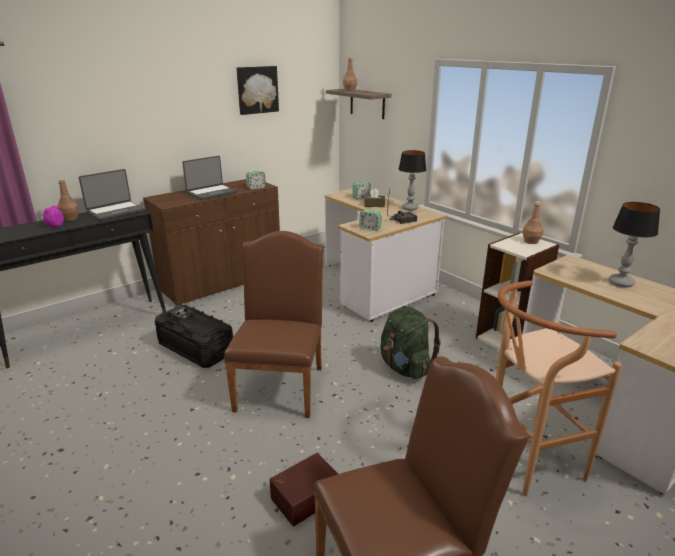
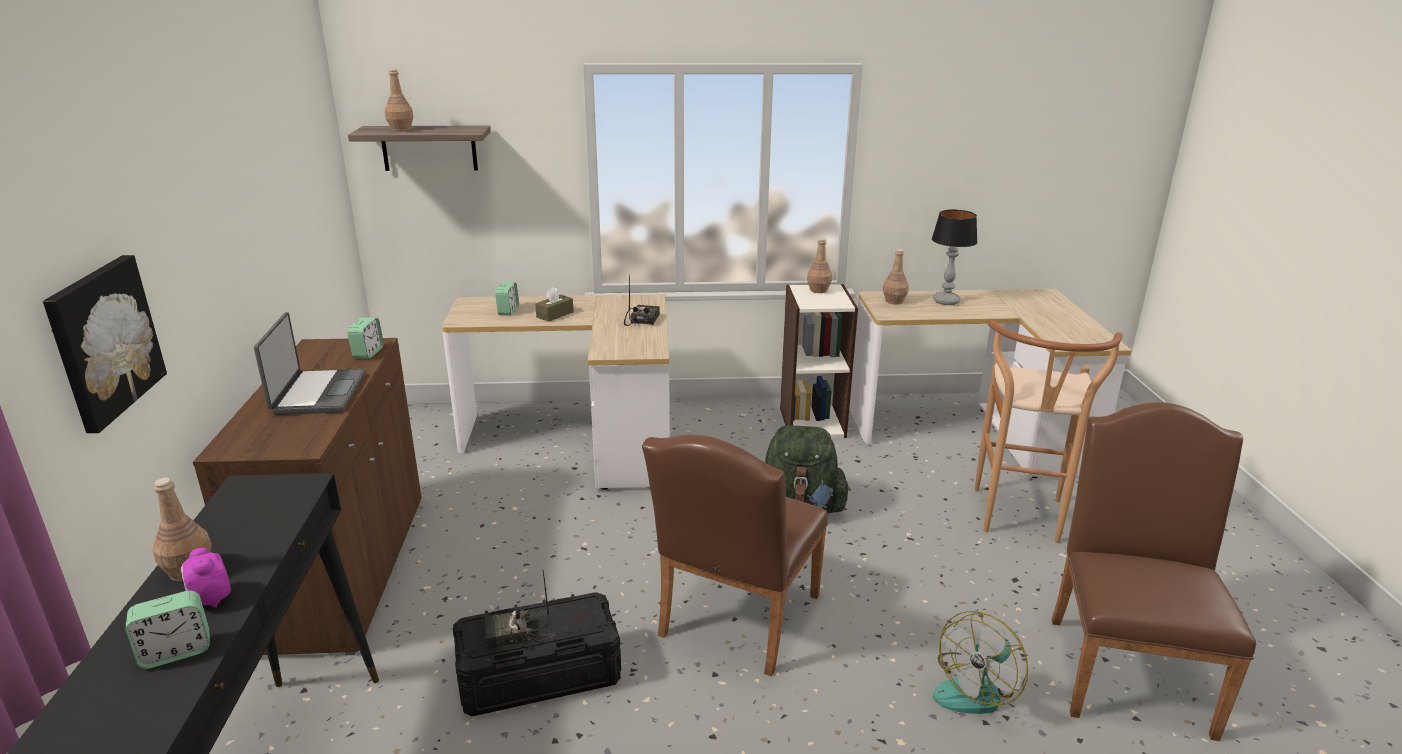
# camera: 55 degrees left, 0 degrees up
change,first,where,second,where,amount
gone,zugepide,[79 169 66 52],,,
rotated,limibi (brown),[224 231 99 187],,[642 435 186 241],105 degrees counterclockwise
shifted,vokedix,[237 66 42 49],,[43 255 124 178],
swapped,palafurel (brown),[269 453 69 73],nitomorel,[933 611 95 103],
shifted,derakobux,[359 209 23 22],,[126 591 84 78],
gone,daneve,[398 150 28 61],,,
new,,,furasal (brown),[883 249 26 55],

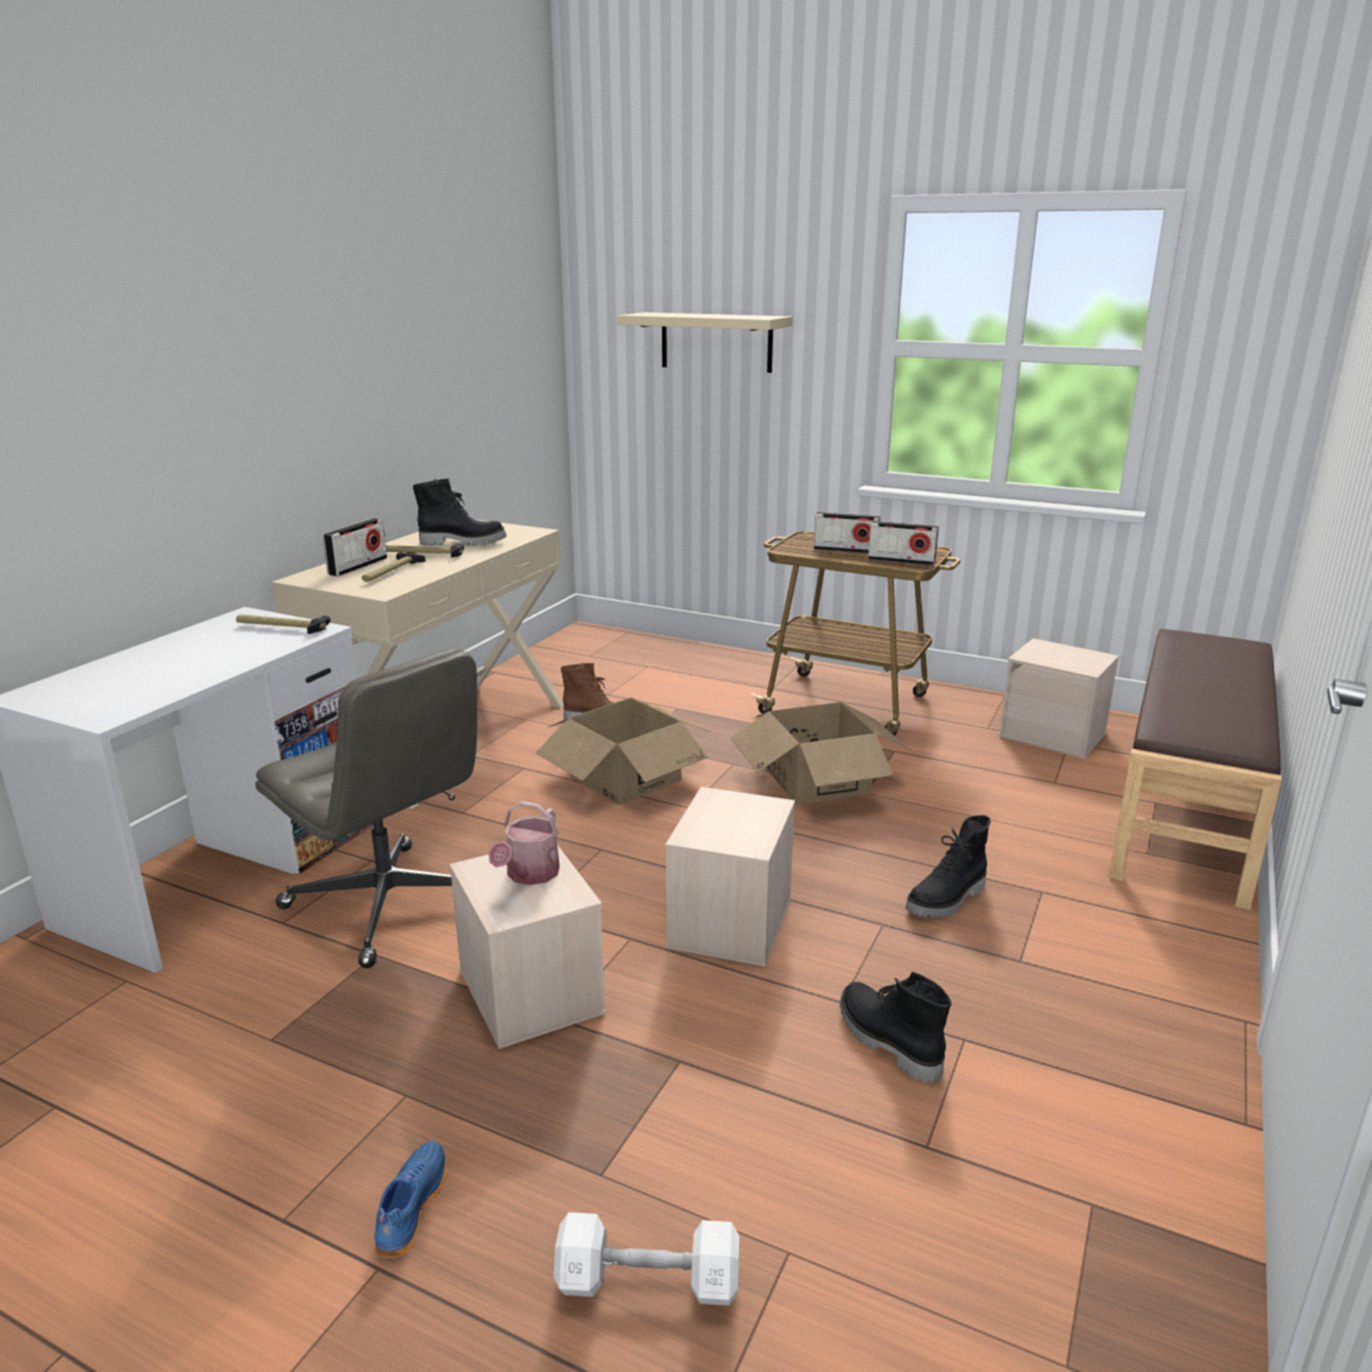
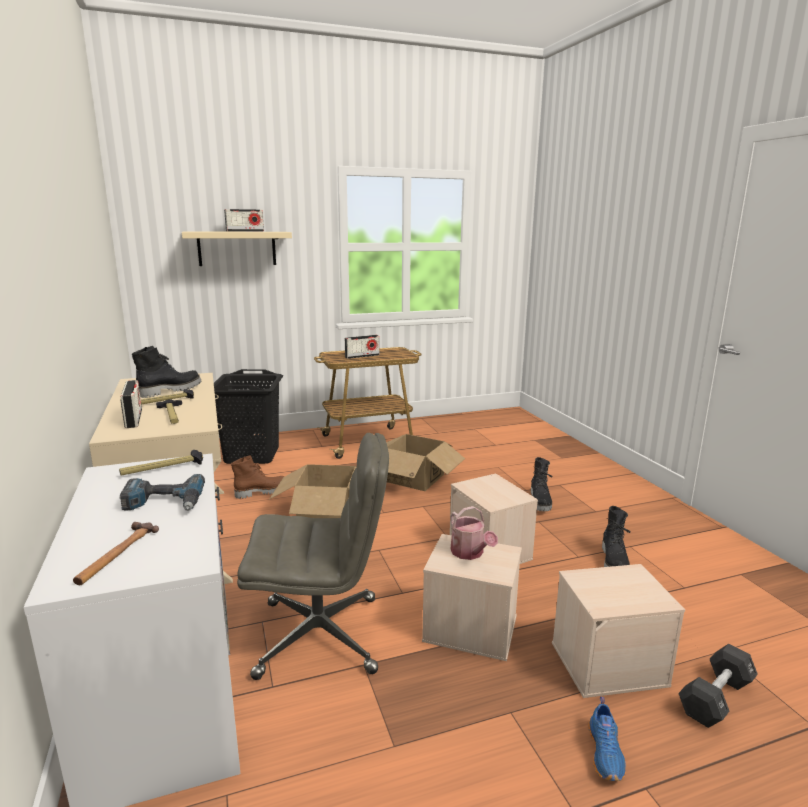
# camera: 45 degrees left, 5 degrees down
change,first,where,second,where,amount
rotated,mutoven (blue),[374 1141 72 117],,[588 697 38 84],135 degrees counterclockwise
repainted,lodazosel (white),[554 1212 185 94],lodazosel (black),[678 644 80 84],
rotated,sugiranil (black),[840 972 111 112],,[602 506 28 61],90 degrees counterclockwise
shifted,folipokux,[868 521 71 44],,[224 209 40 23],
shifted,palafurel (beige),[998 638 121 121],,[552 564 133 134],
gone,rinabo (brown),[1109 629 173 281],,,
new,,,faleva,[73 522 86 63],
new,,,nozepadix,[120 474 85 37],
new,,,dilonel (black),[214 369 69 95],

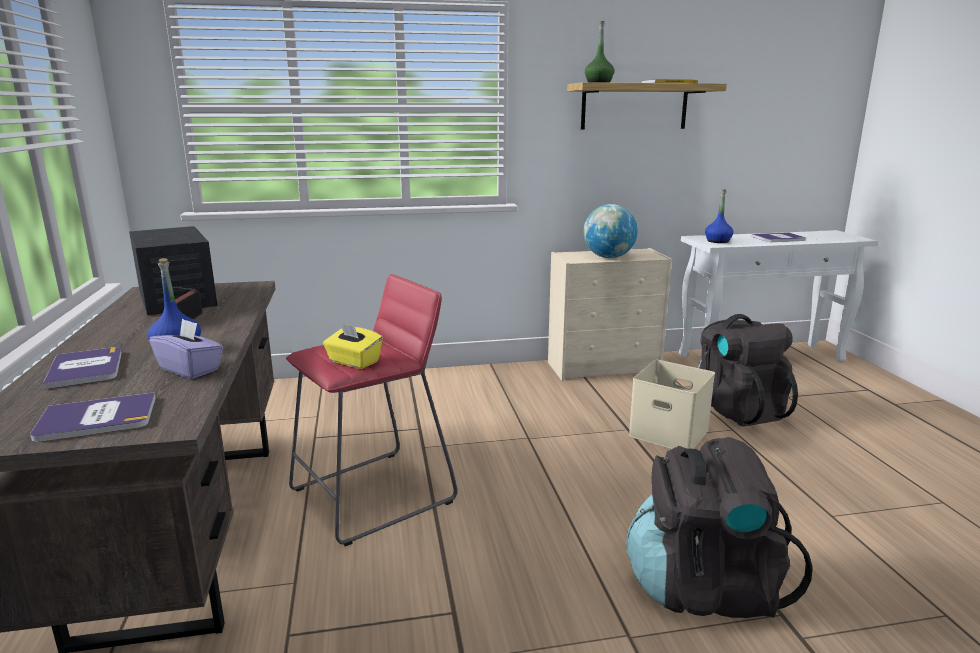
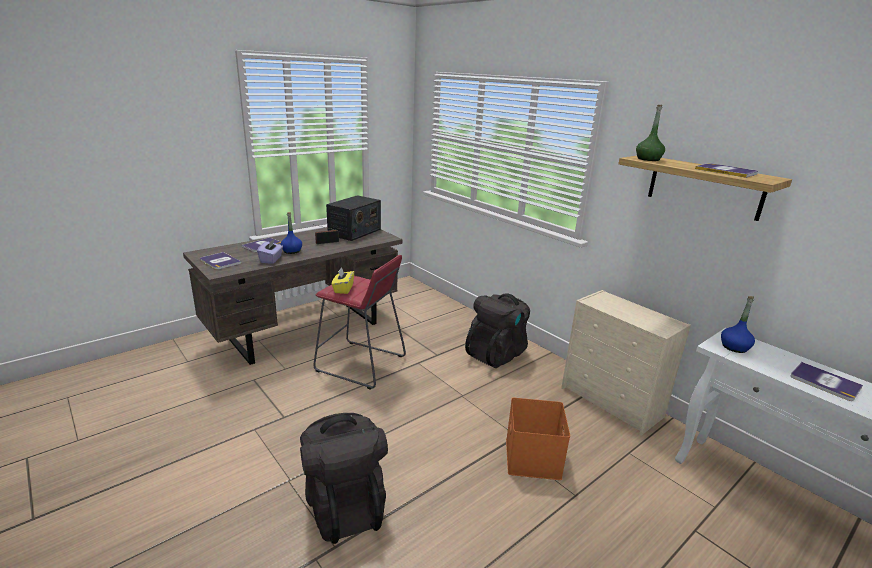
# camera: 60 degrees right, 5 degrees up
change,first,where,second,where,amount
gone,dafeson,[583 204 55 54],,,
repainted,palafurel (beige),[628 360 87 89],palafurel (orange),[506 398 64 82],
shifted,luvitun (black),[698 314 100 113],,[465 293 65 75],

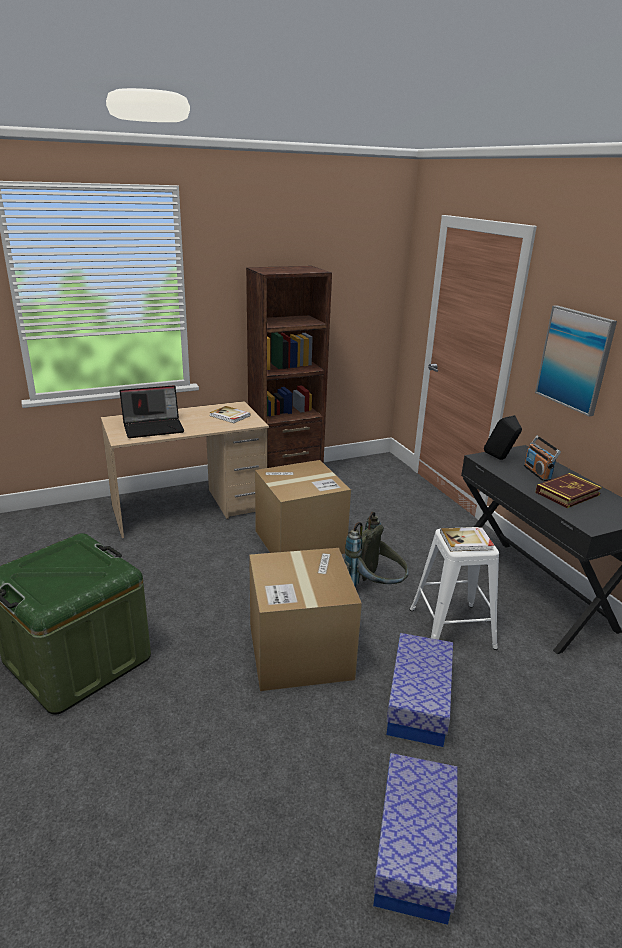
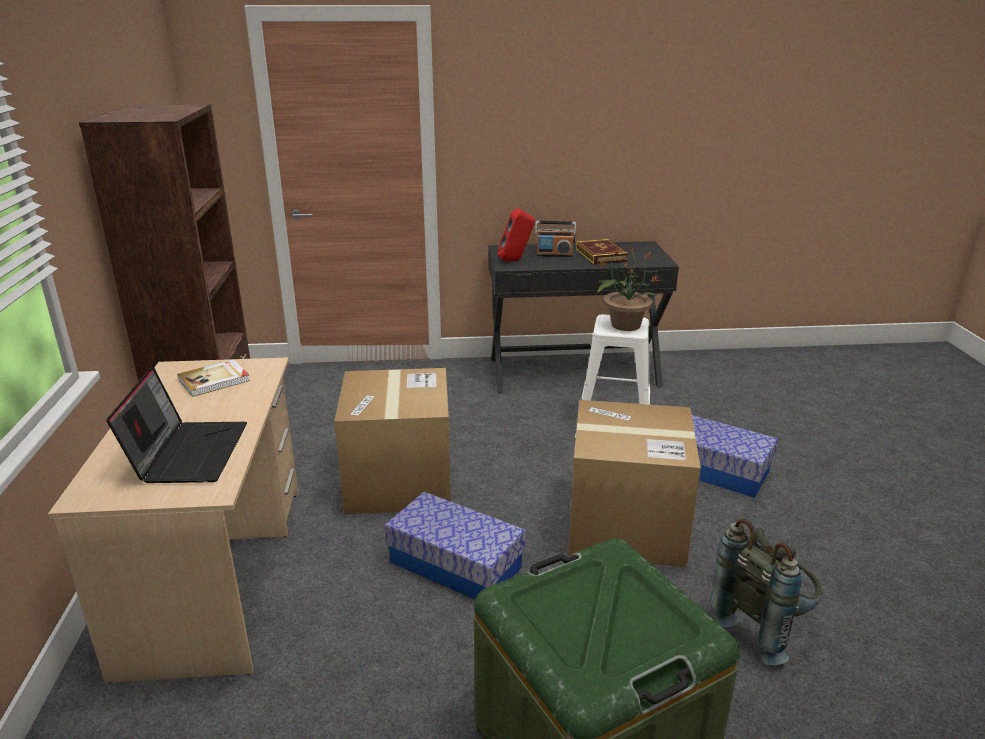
# camera: 70 degrees left, 0 degrees up
change,first,where,second,where,amount
shifted,luvitun (grey),[345 512 64 75],,[710 519 113 146],
shifted,palafurel,[373 753 85 172],,[384 492 142 107],
swapped,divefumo,[440 527 54 24],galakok,[597 246 64 85],
repainted,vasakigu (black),[484 415 38 45],vasakigu (red),[498 208 37 53],
gone,vokedix,[535 305 82 111],,,

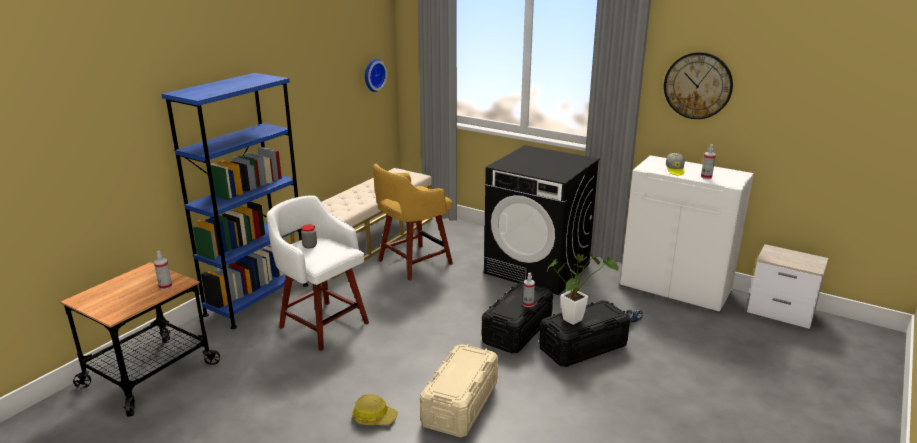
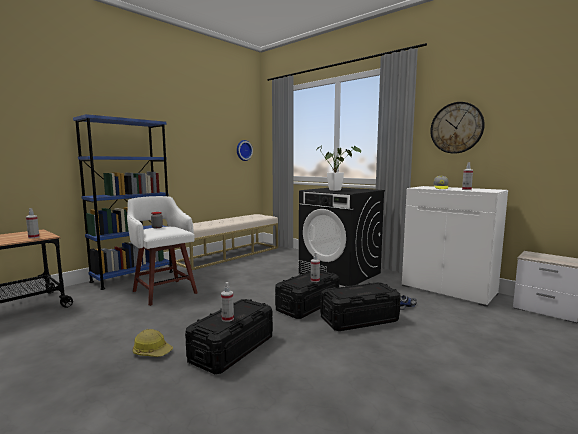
# camera: 10 degrees right, 15 degrees down
change,first,where,second,where,amount
gone,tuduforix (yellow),[373 164 80 117],,,
repainted,palafurel (beige),[420 344 78 93],palafurel (black),[185 299 88 75],
shifted,galakok,[547 253 72 72],,[317 146 44 45],
new,,,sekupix,[221 282 13 40],

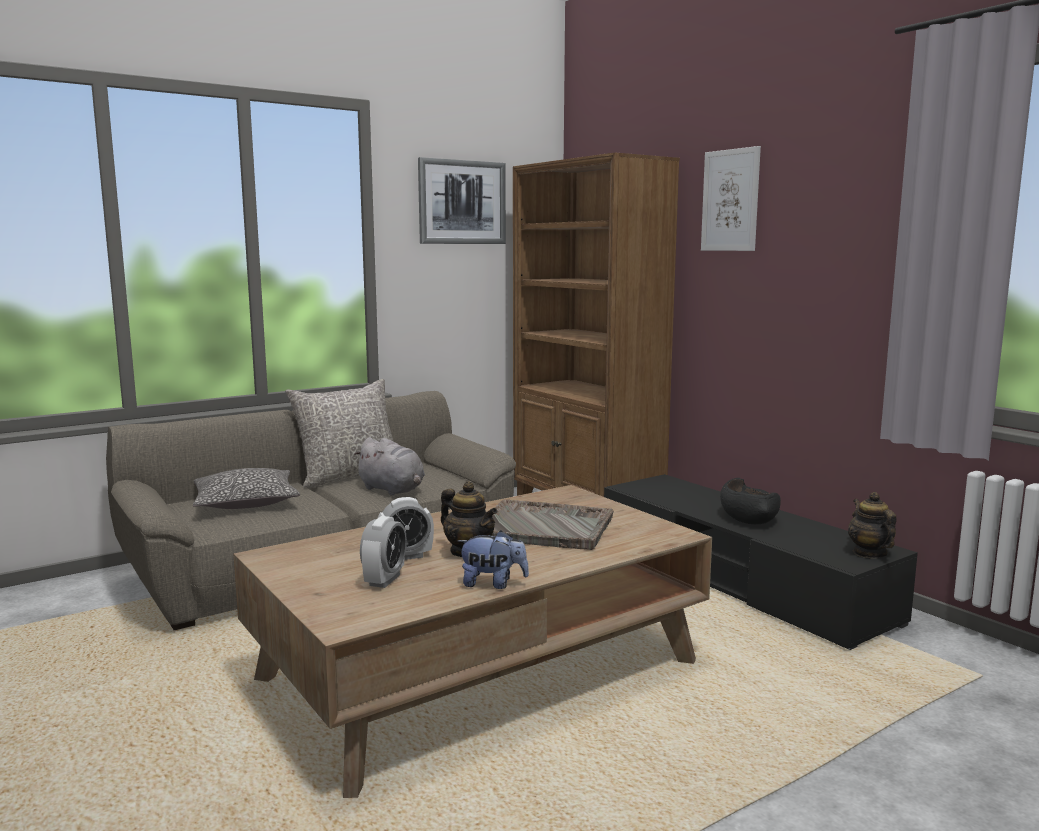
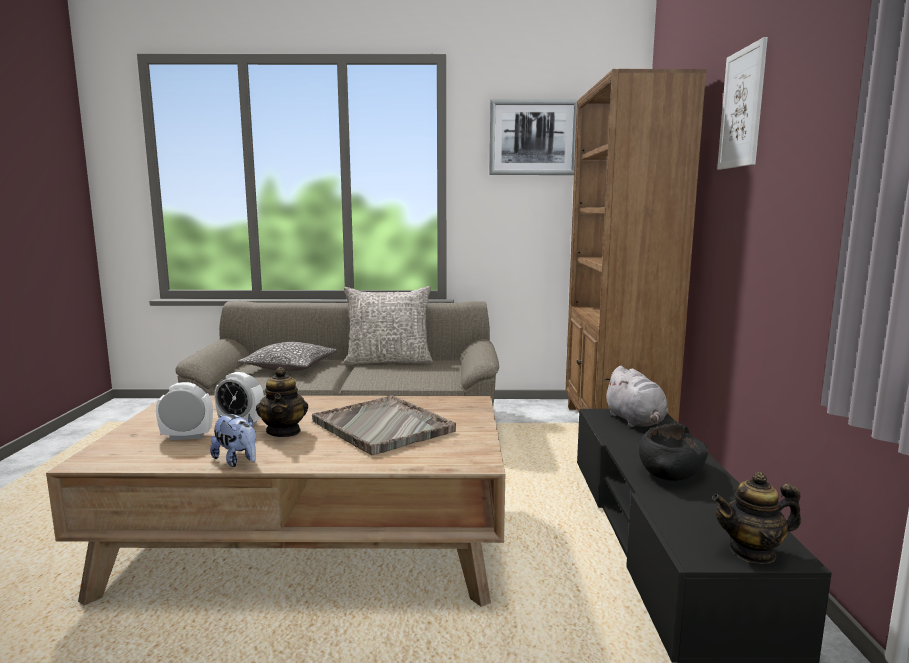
# camera: 35 degrees right, 0 degrees up
change,first,where,second,where,amount
shifted,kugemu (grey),[353 437 72 59],,[604 366 64 61],
rotated,derakobux,[360 516 47 72],,[156 382 57 58],150 degrees counterclockwise
rotated,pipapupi,[848 492 49 66],,[712 472 89 92],120 degrees counterclockwise

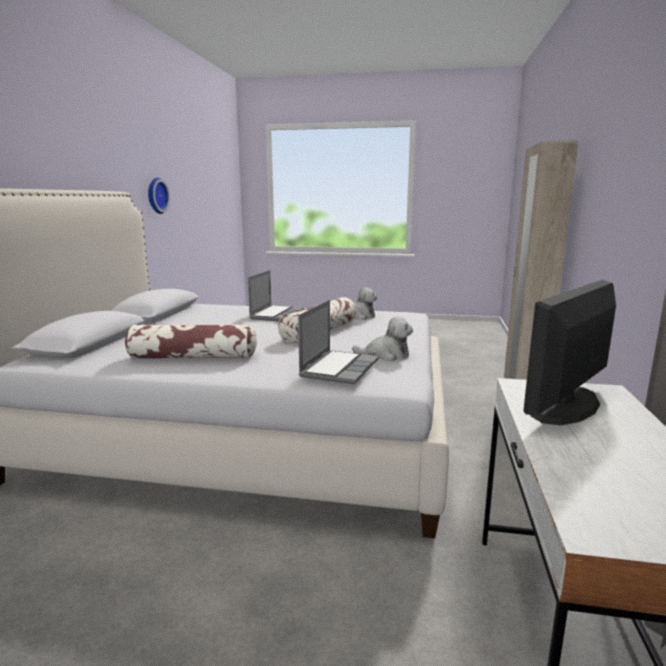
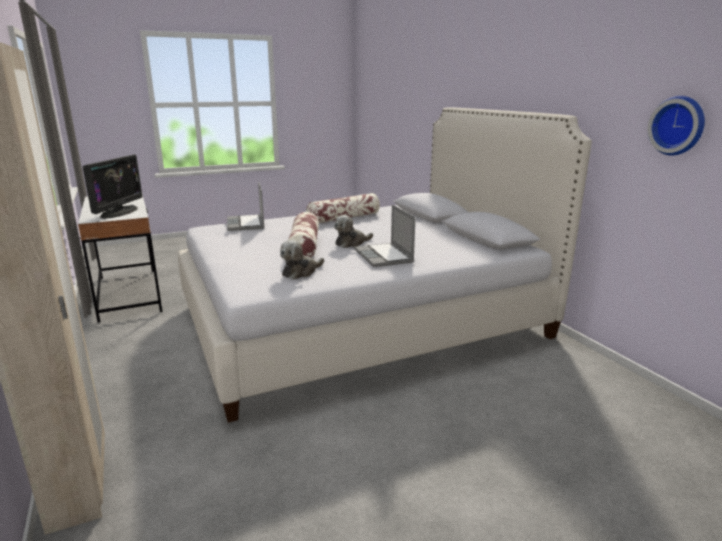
# camera: 145 degrees right, 5 degrees up
change,first,where,second,where,amount
shifted,kugemu,[352 317 61 44],,[334 215 39 33],

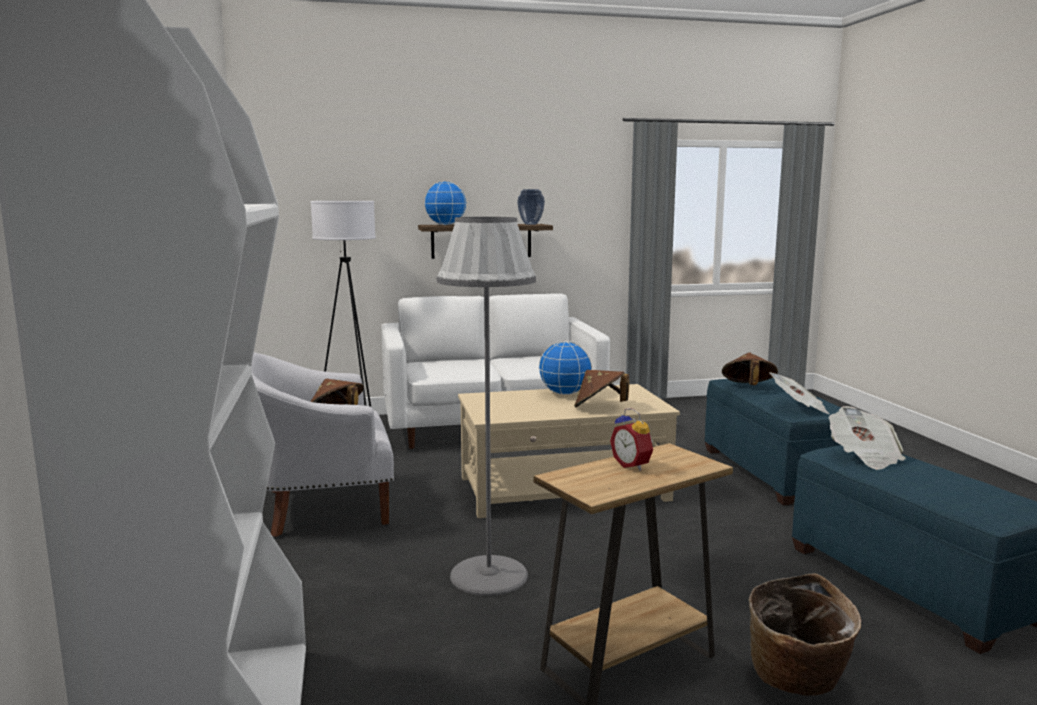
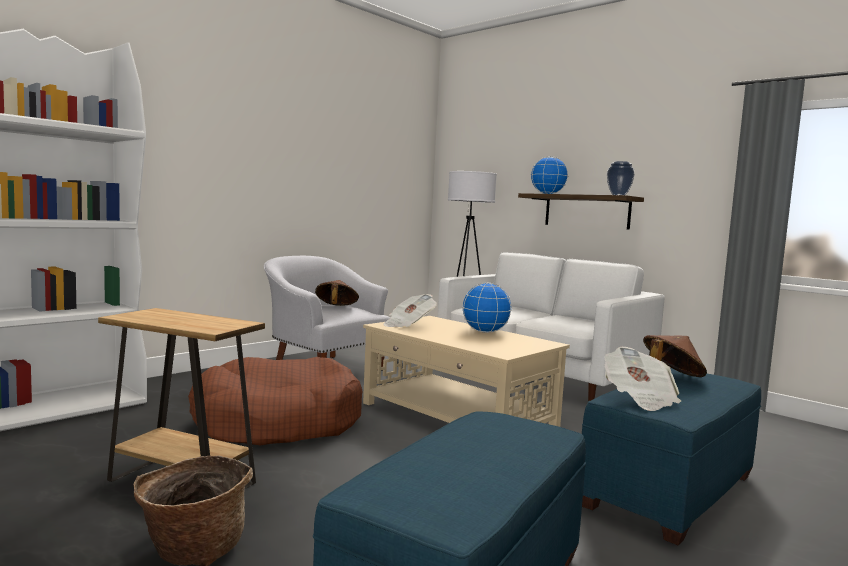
# camera: 55 degrees right, 5 degrees down
change,first,where,second,where,amount
swapped,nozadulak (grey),[437 217 99 379],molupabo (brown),[188 357 175 88],
gone,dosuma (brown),[574 370 55 38],,,
gone,derakobux,[610 408 43 63],,,
shifted,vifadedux,[829 406 77 64],,[383 294 54 33],

